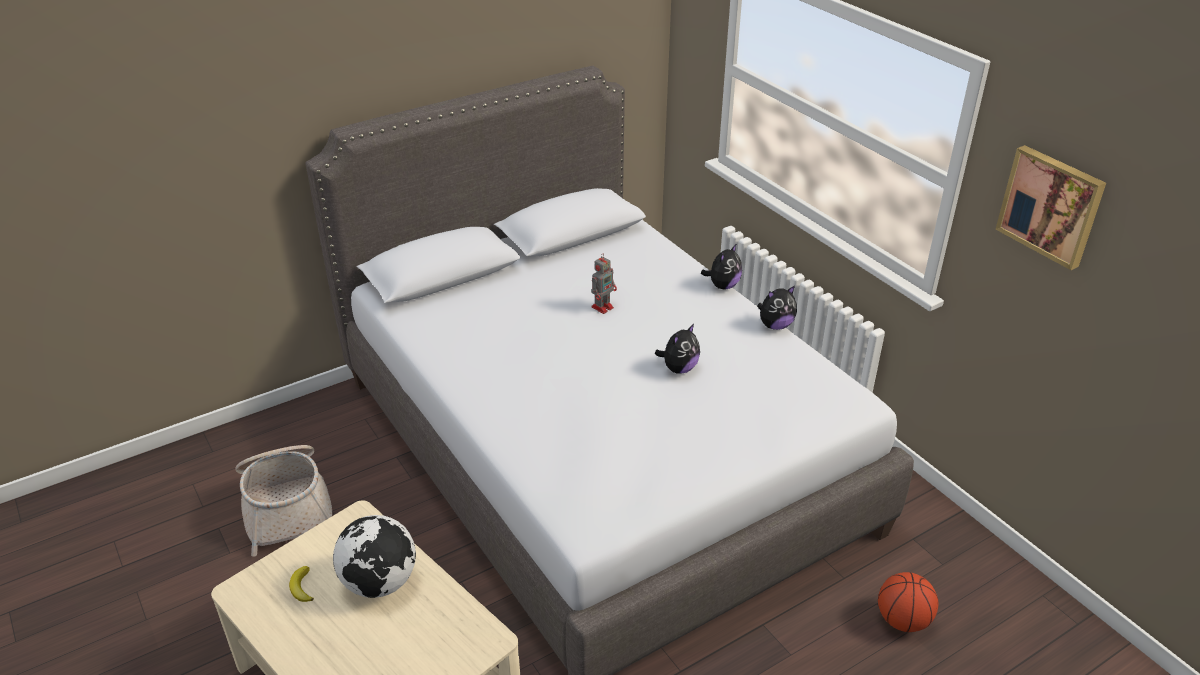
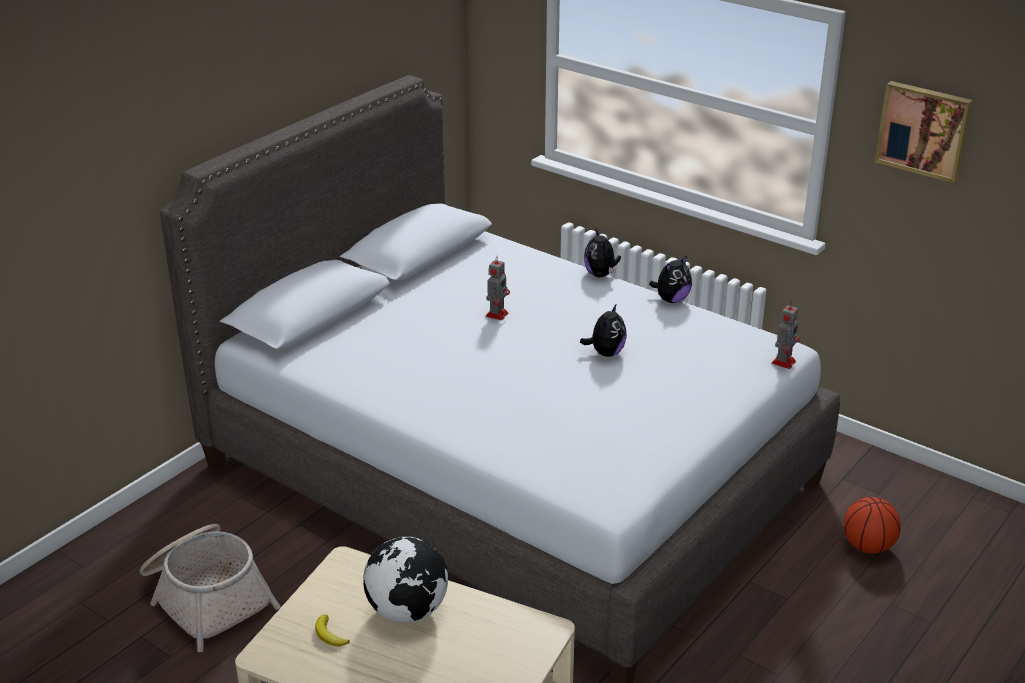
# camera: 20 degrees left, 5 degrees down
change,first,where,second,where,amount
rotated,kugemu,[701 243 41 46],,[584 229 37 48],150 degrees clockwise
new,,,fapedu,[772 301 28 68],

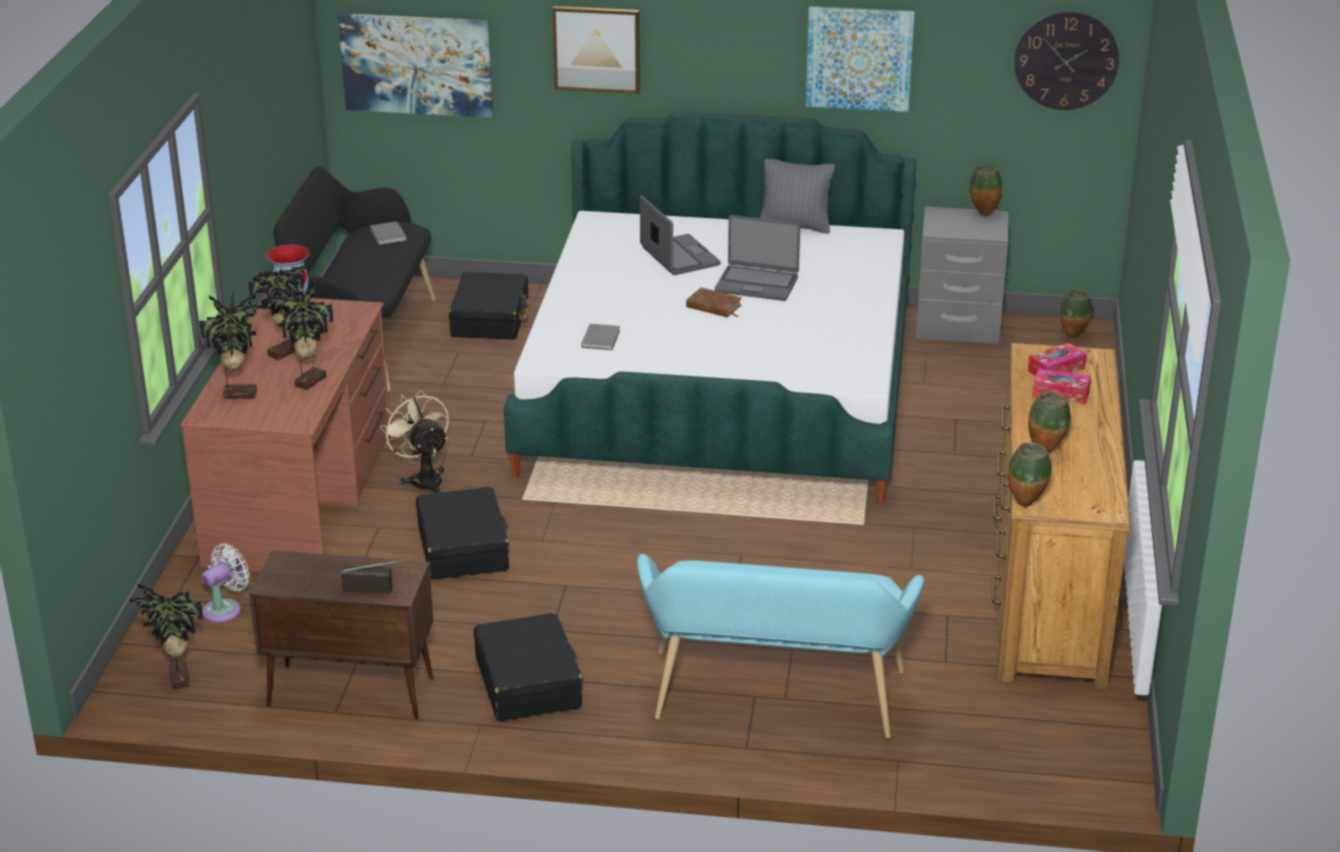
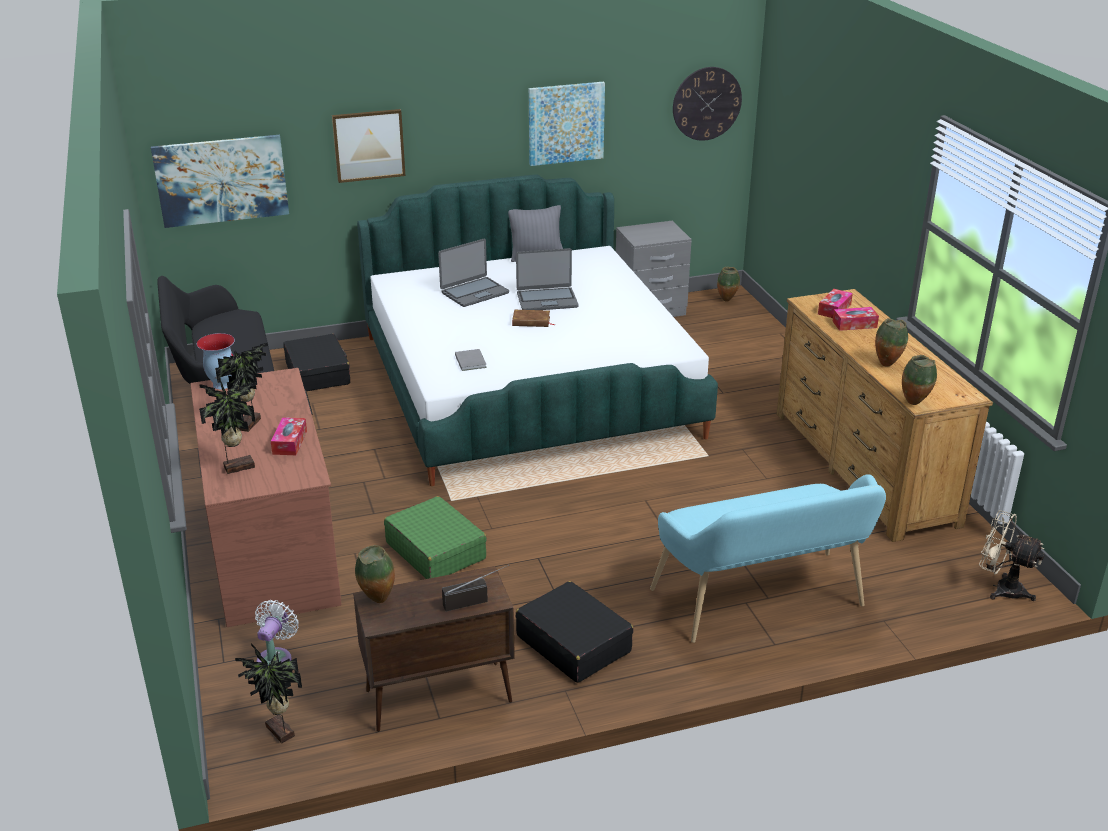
# camera: 25 degrees left, 0 degrees up
change,first,where,second,where,amount
swapped,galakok,[267 281 67 109],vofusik,[271 417 36 38],
gone,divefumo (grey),[370 221 37 24],,,
shifted,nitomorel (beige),[380 390 69 103],,[979 510 66 91],
repainted,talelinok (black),[416 487 93 92],talelinok (green),[384 496 103 83],
rotated,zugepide,[640 195 81 80],,[438 239 71 68],105 degrees clockwise
shifted,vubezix,[970 165 32 51],,[355 545 40 58],

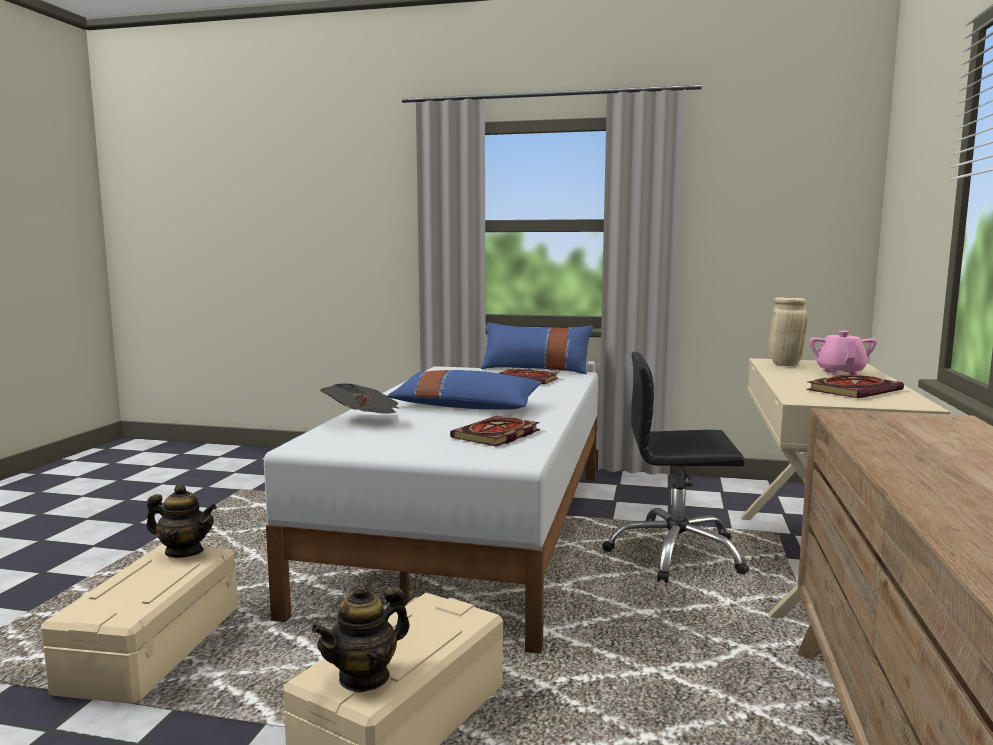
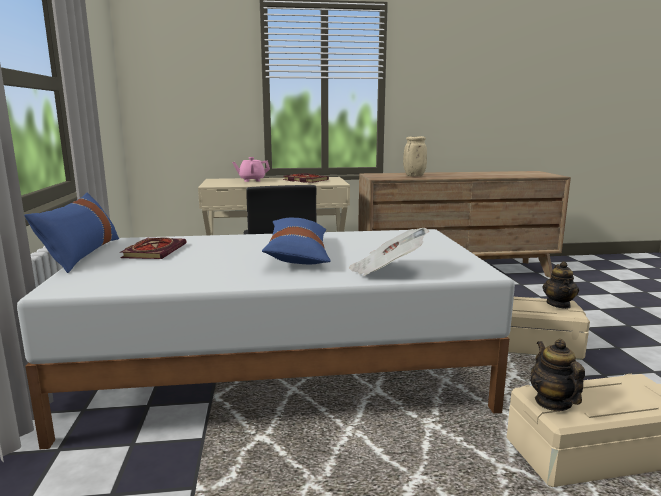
# camera: 110 degrees left, 5 degrees up
change,first,where,second,where,amount
rotated,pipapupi,[311 583 99 110],,[542 261 37 48],75 degrees clockwise
gone,divefumo,[450 416 90 31],,,
shifted,vubezix (beige),[769 297 39 69],,[403 136 24 40],

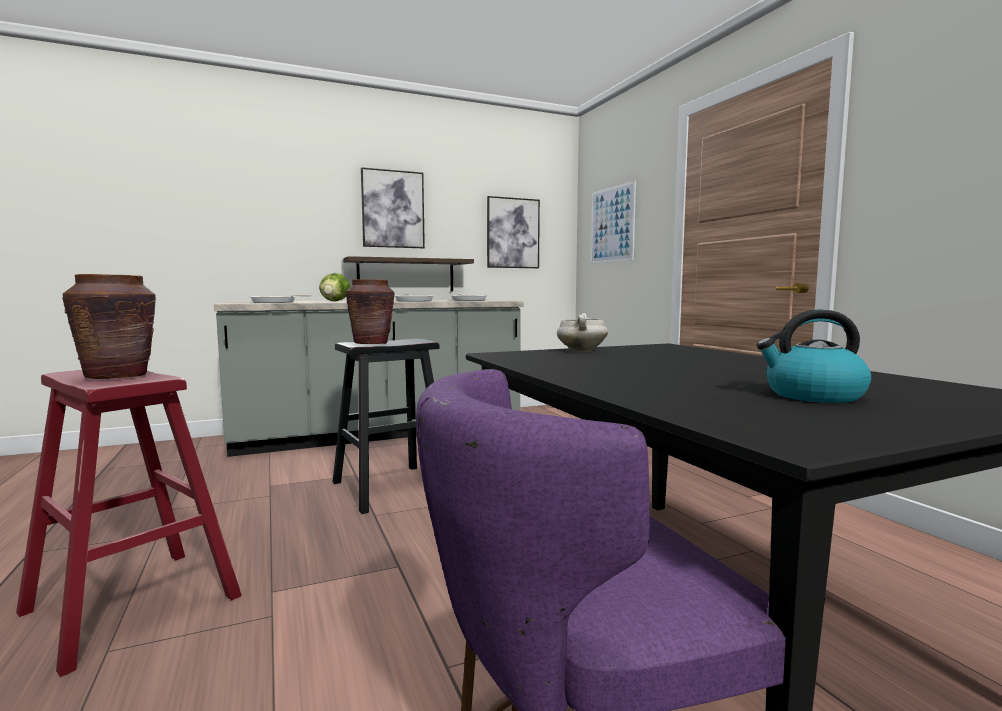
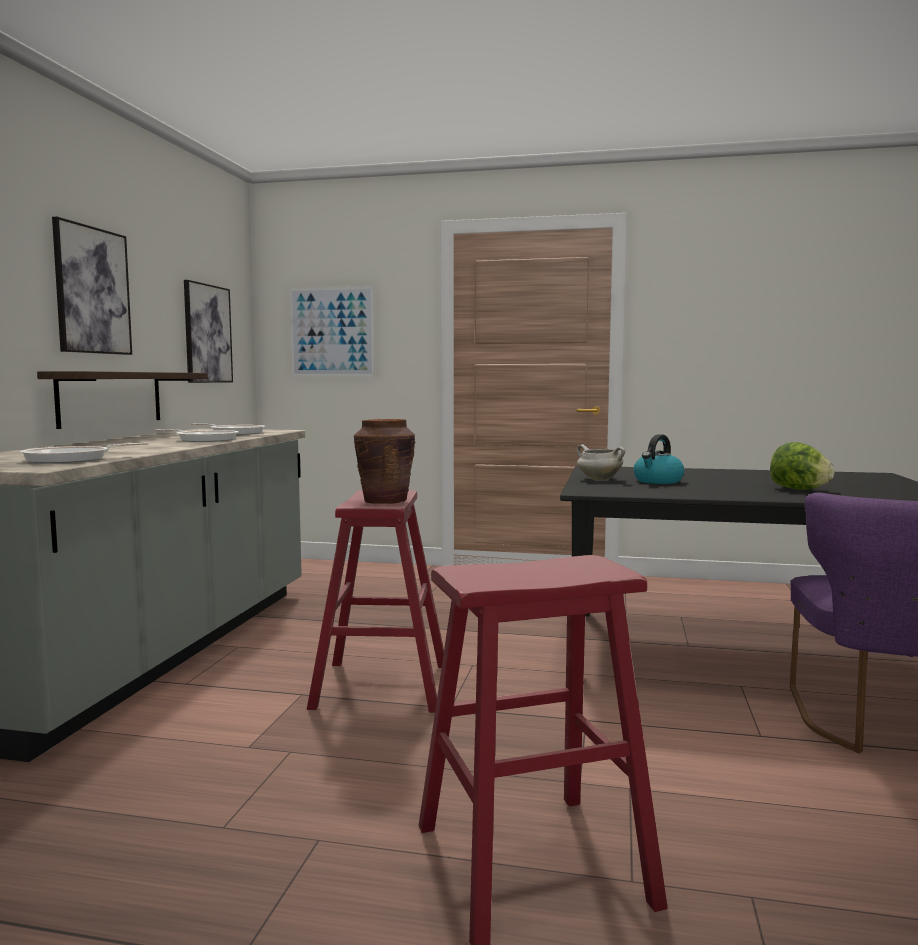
# camera: 55 degrees left, 0 degrees up
change,first,where,second,where,amount
gone,vubezix (brown),[62 274 95 105],,,
shifted,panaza,[319 273 32 28],,[770 442 65 48],
repainted,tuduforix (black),[333 339 107 175],tuduforix (red),[307 490 137 223],
shifted,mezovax,[757 309 114 94],,[633 434 51 50],

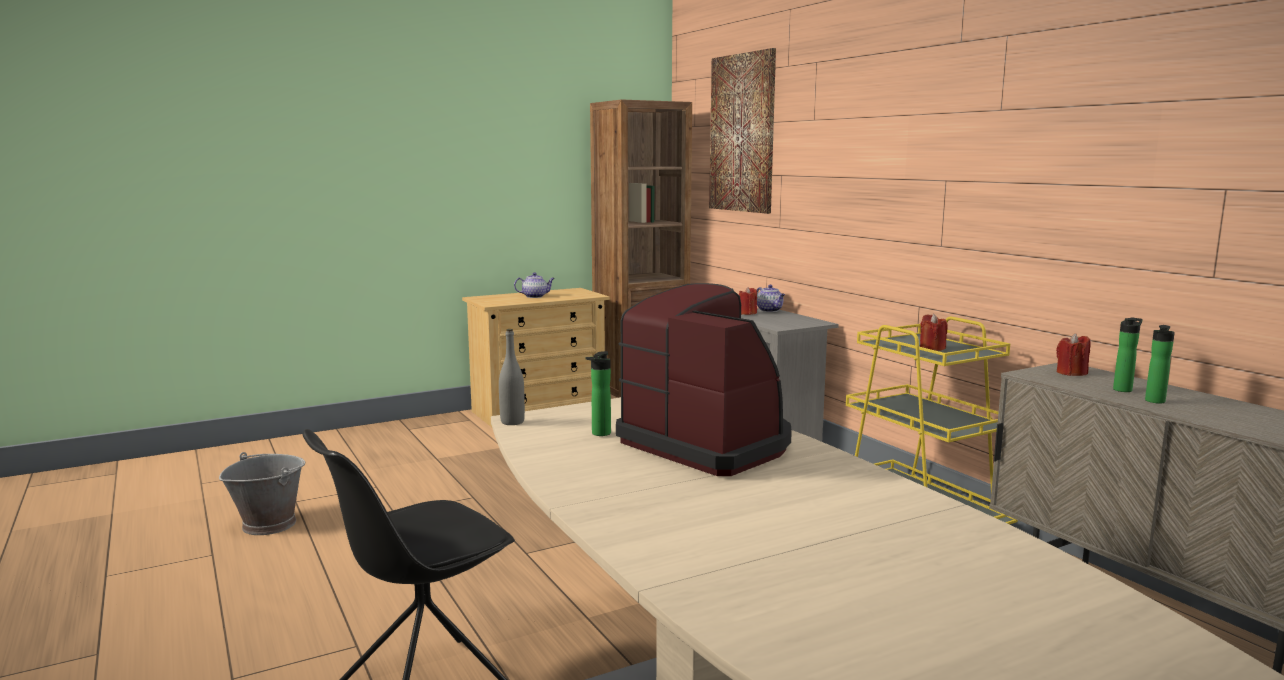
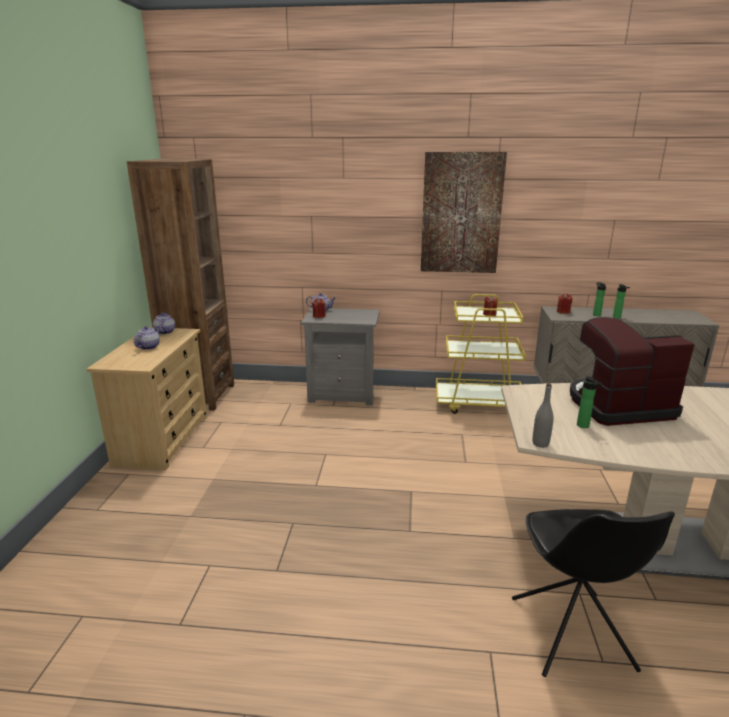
# camera: 55 degrees left, 10 degrees up
change,first,where,second,where,amount
gone,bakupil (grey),[219 452 86 83],,,
shifted,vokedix,[709 48 67 166],,[421 152 86 121],
new,,,pipapupi,[153 313 22 21],

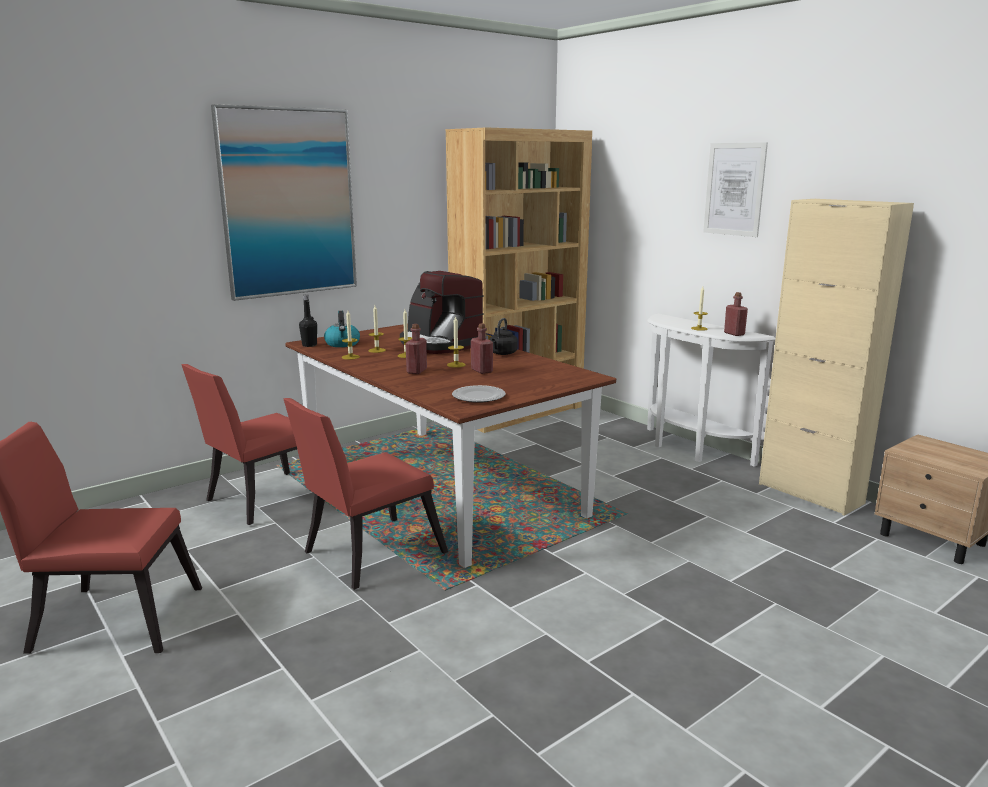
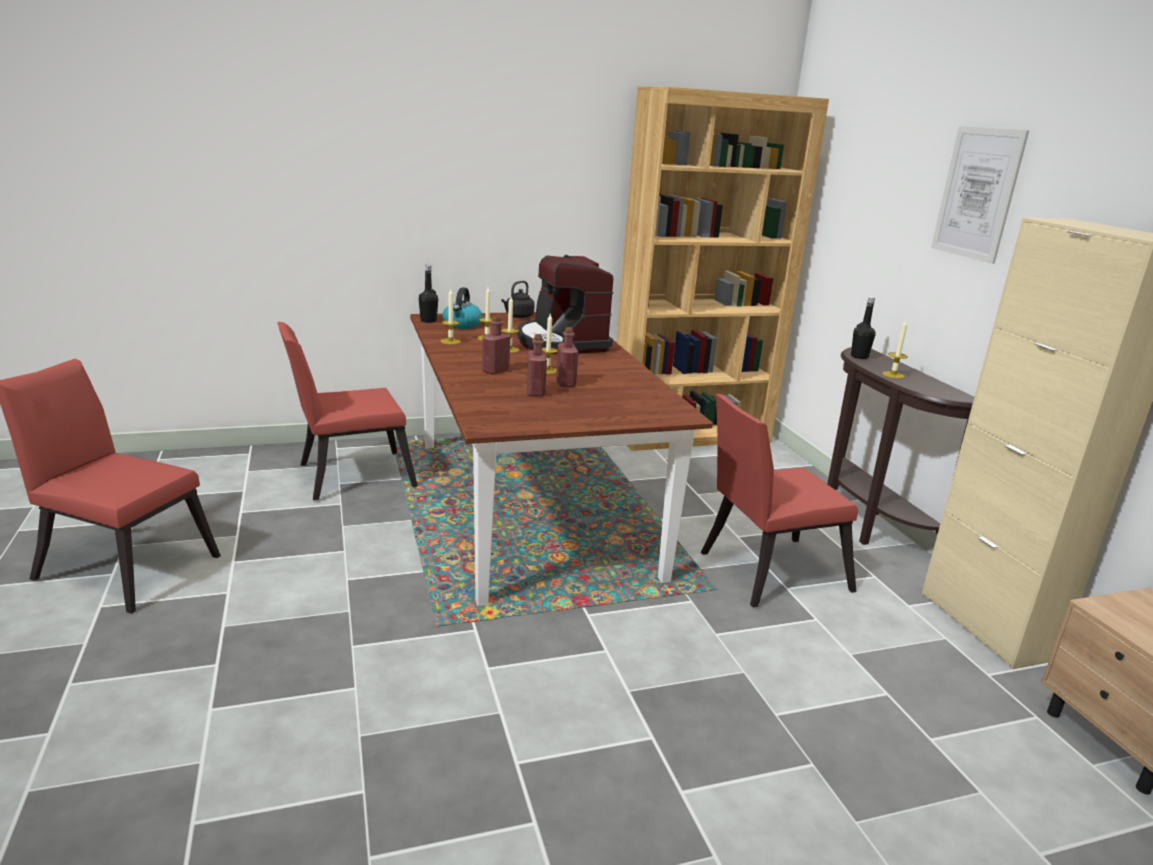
# camera: 20 degrees right, 5 degrees up
change,first,where,second,where,amount
gone,vokedix,[211 104 146 197],,,
shifted,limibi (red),[283 398 165 192],,[701 394 157 213],
gone,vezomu,[452 385 54 18],,,
shifted,mezovax (black),[489 318 29 37],,[501 281 34 37],
repainted,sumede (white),[647 313 128 154],sumede (brown),[827 347 147 198],
shifted,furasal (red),[724 292 24 44],,[527 334 20 63],
new,,,furasal (black),[851 297 25 62],

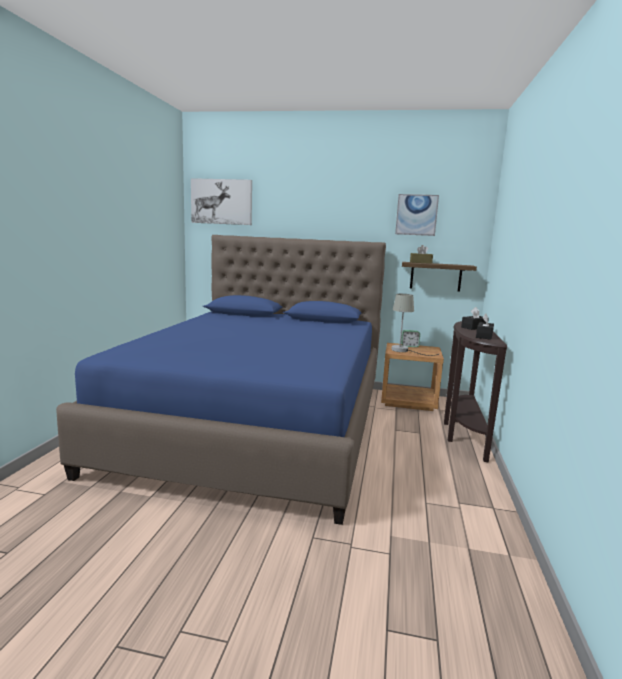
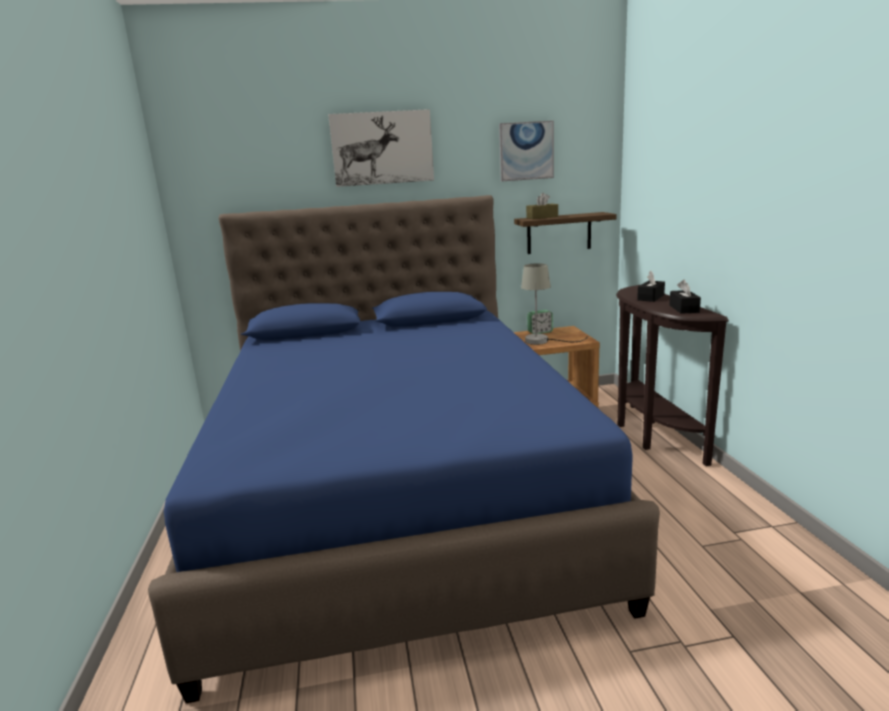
# camera: 20 degrees left, 5 degrees up
change,first,where,second,where,amount
shifted,vokedix,[191 178 61 47],,[328 109 106 78],

